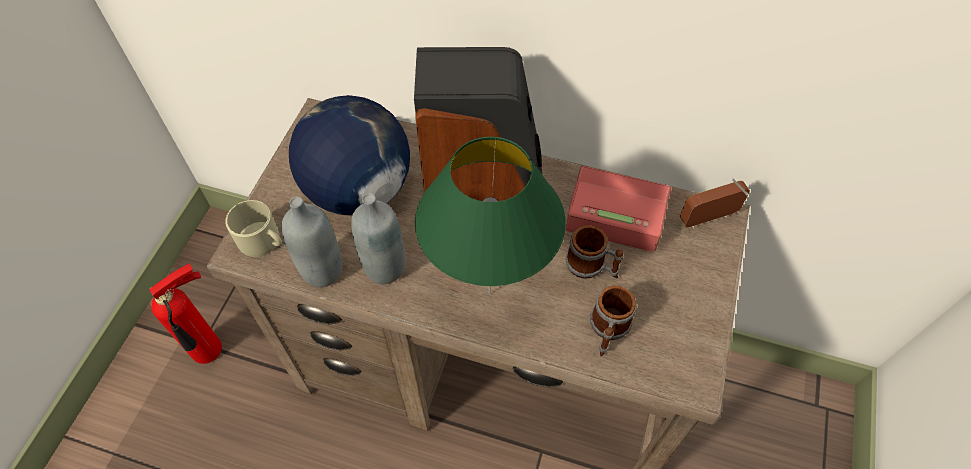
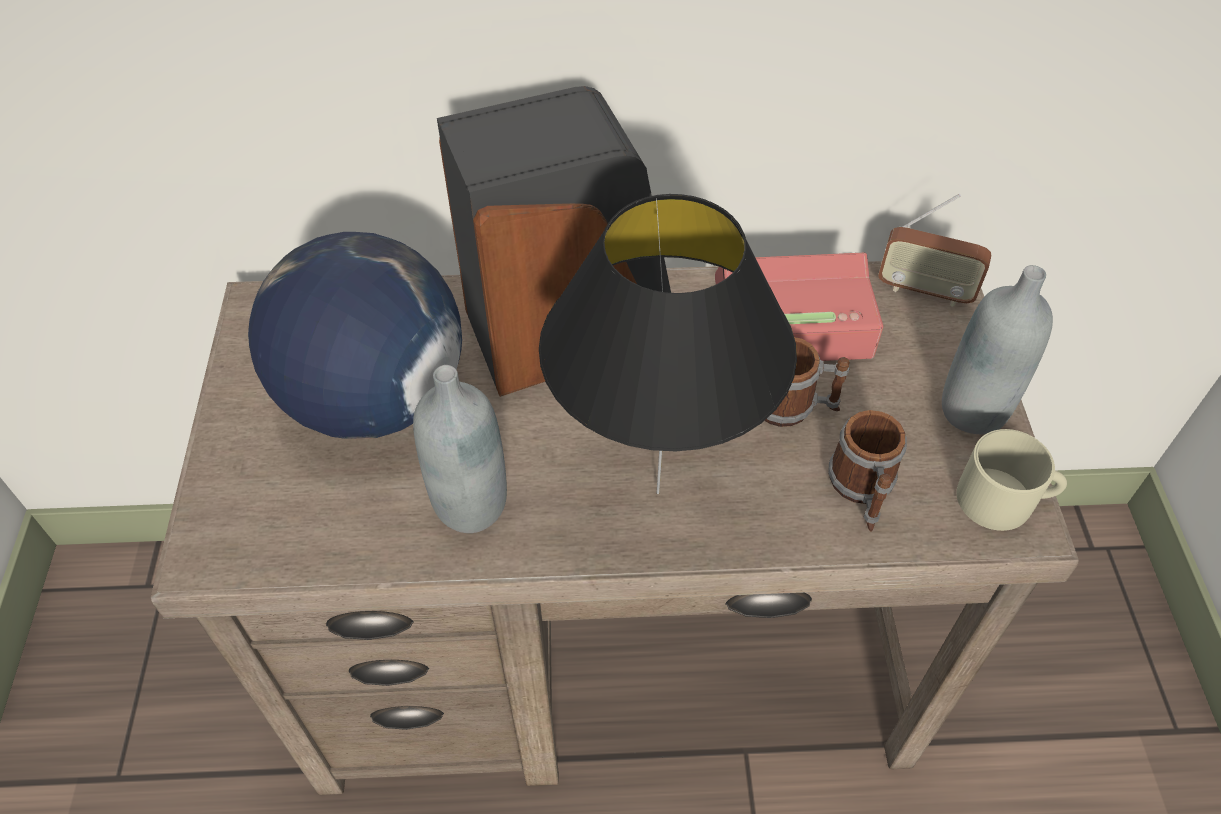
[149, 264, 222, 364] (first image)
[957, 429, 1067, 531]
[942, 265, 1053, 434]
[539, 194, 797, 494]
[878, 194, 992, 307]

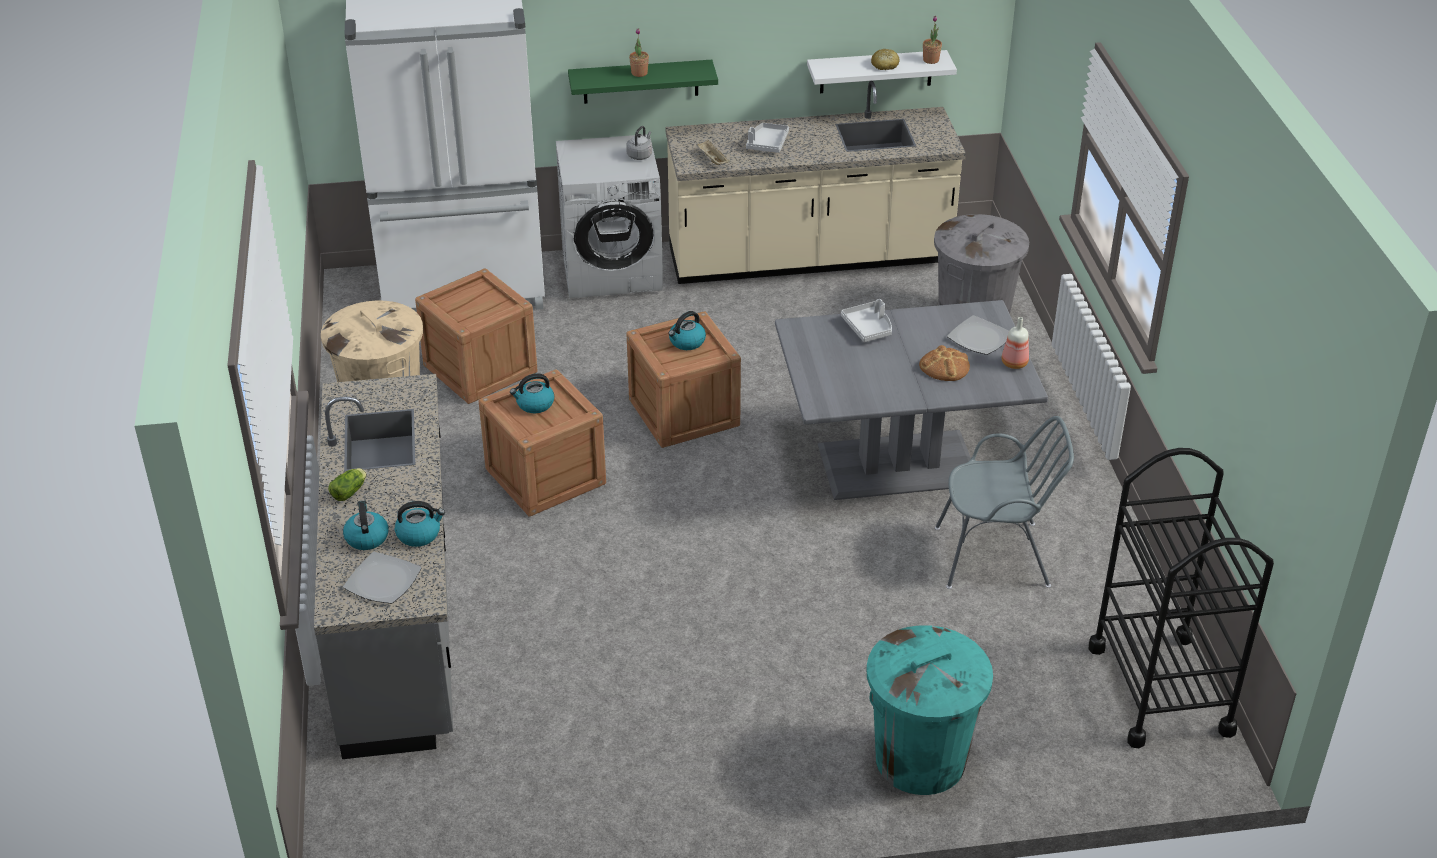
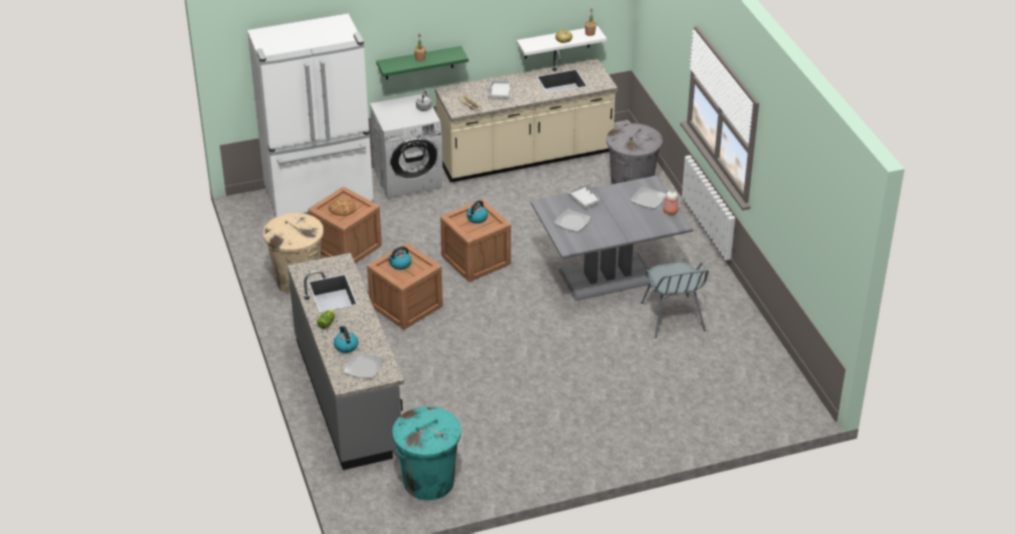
[395, 501, 445, 547] (first image)
[1089, 448, 1274, 748] (first image)
[554, 209, 591, 232]
[392, 406, 461, 500]
[328, 197, 356, 216]
[640, 262, 709, 341]

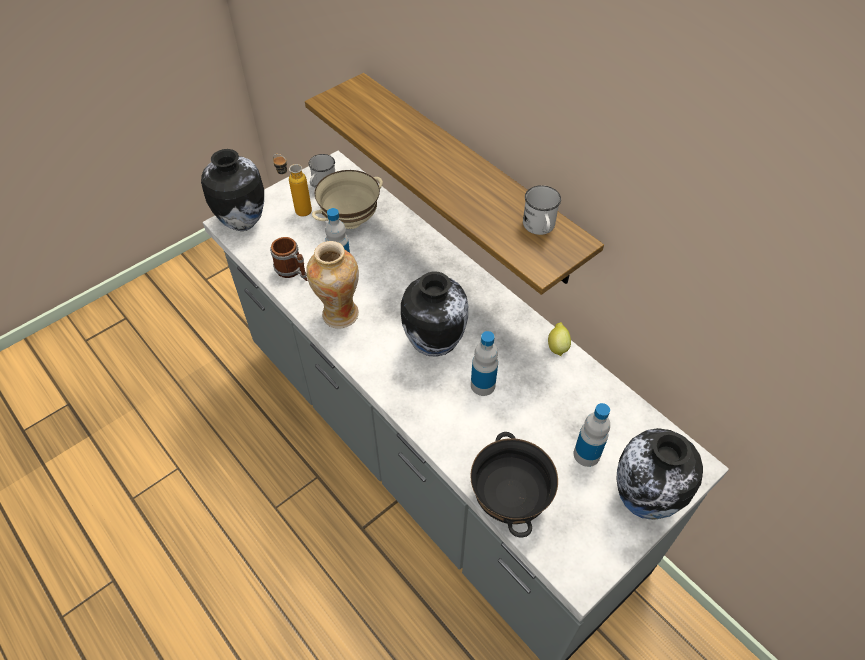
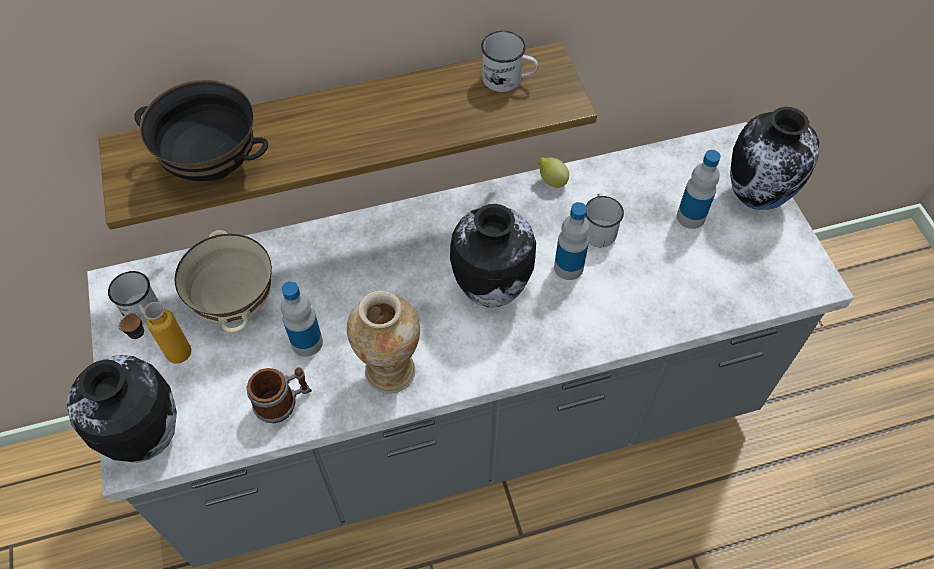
[585, 193, 624, 247]
[134, 80, 268, 181]

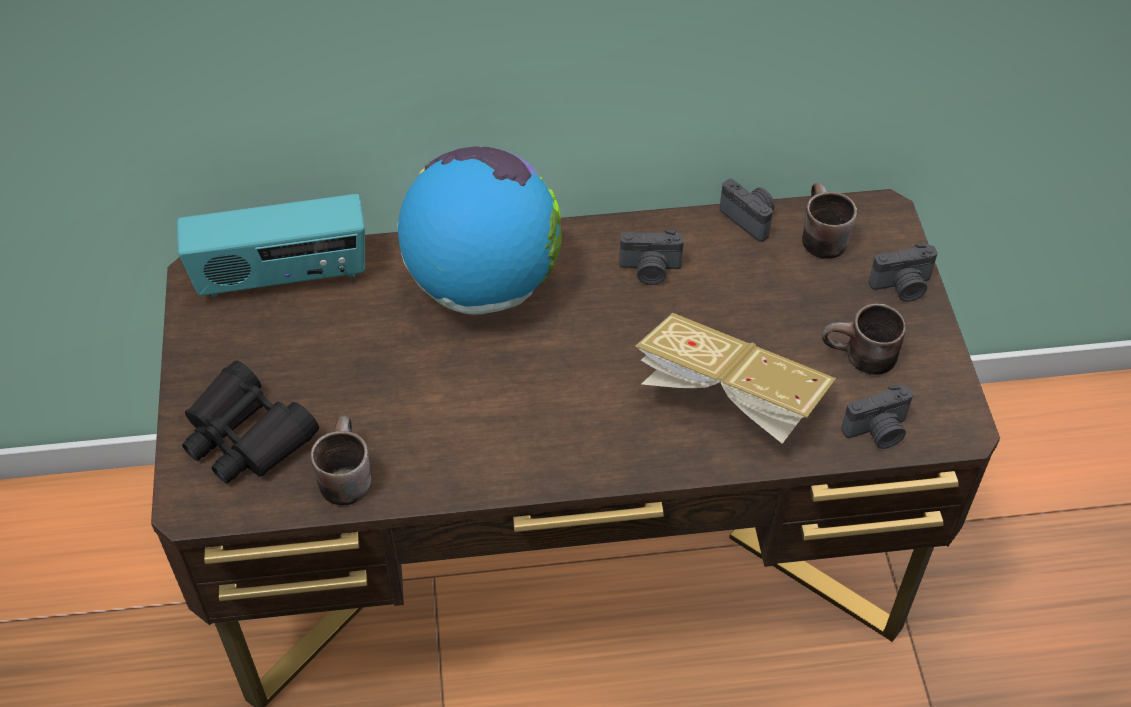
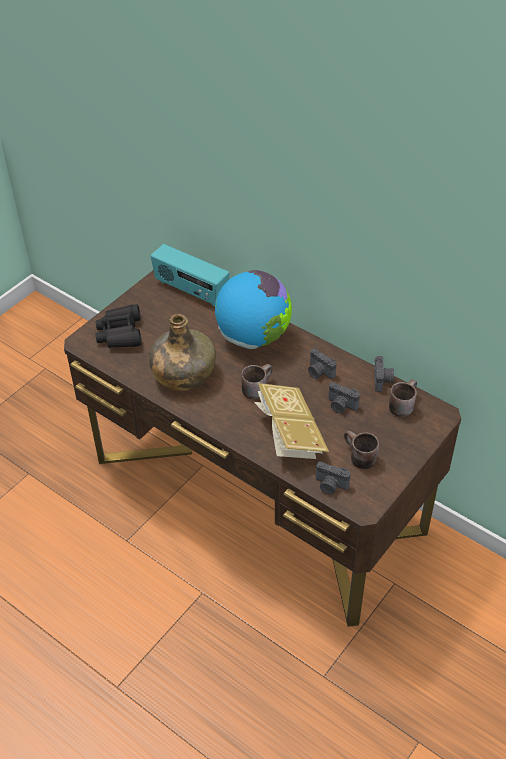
[148, 314, 216, 391]
[241, 364, 273, 400]
[328, 382, 360, 413]

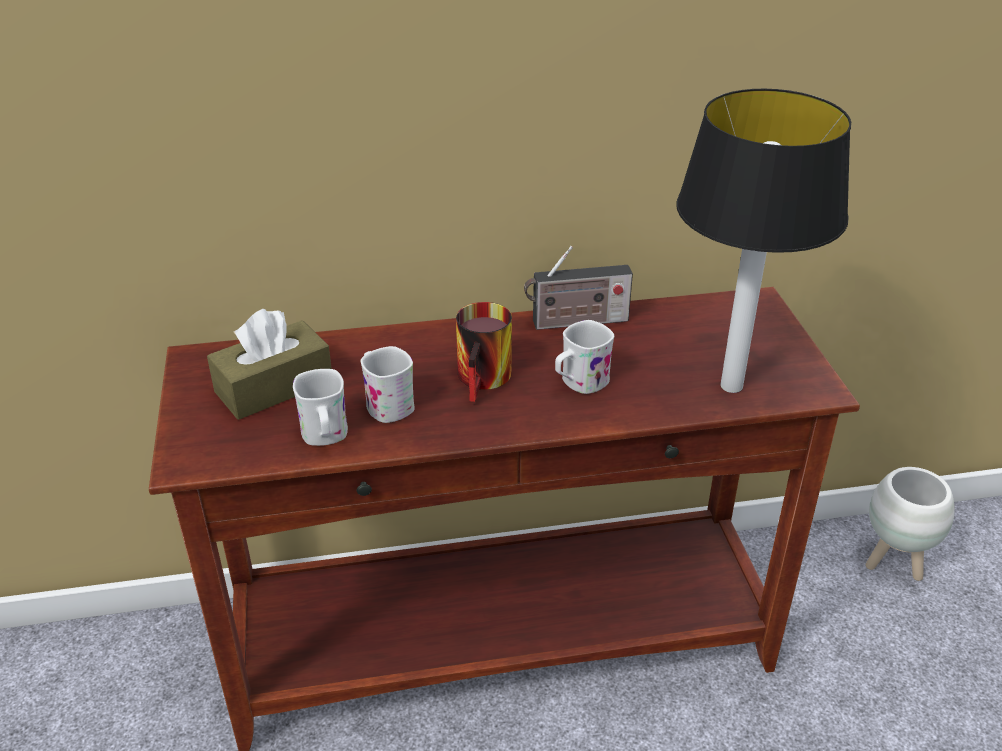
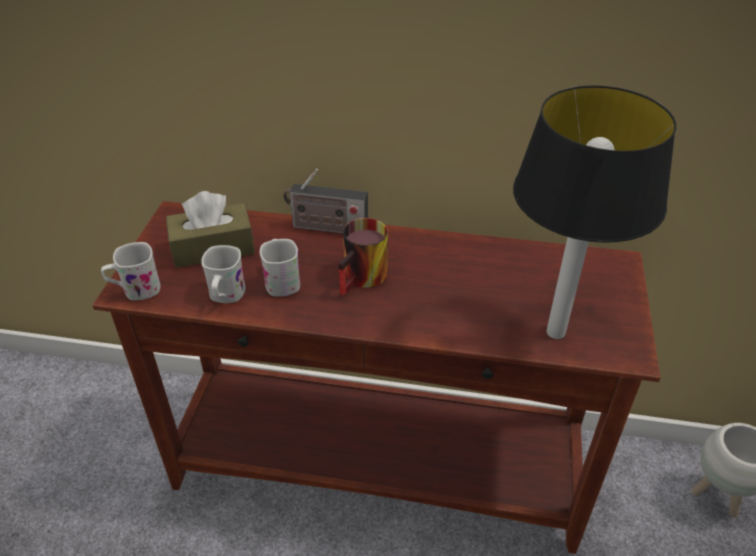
[283, 169, 368, 233]
[101, 242, 161, 300]

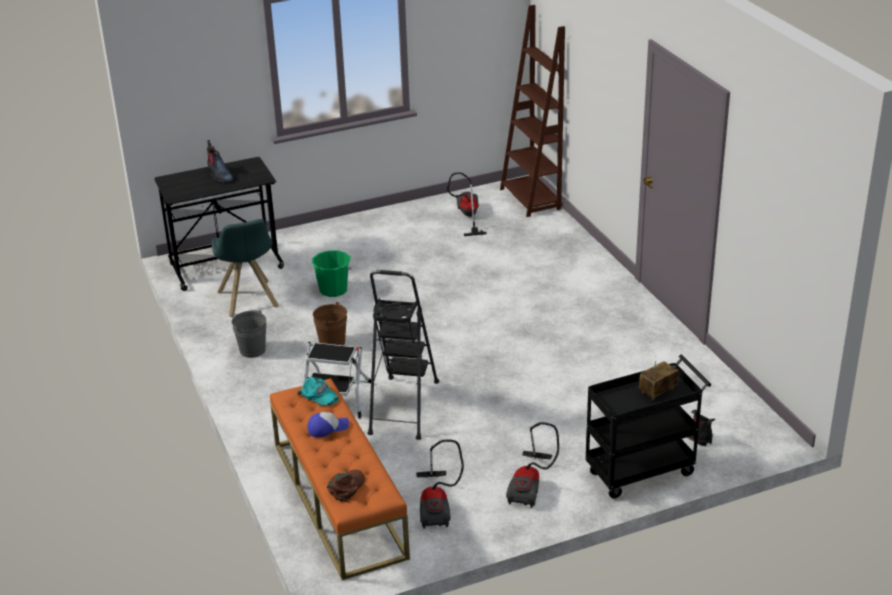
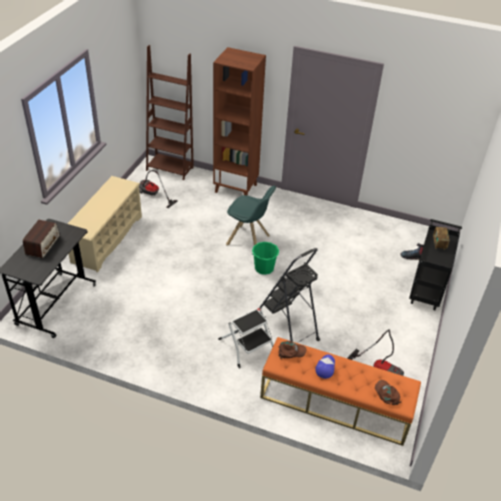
[231, 310, 267, 358] (first image)
[313, 302, 347, 346] (first image)
[506, 422, 559, 507] (first image)
[68, 176, 142, 273]
[213, 47, 266, 196]
[226, 185, 276, 245]
[251, 242, 279, 275]
[23, 220, 60, 258]
[279, 341, 307, 359]

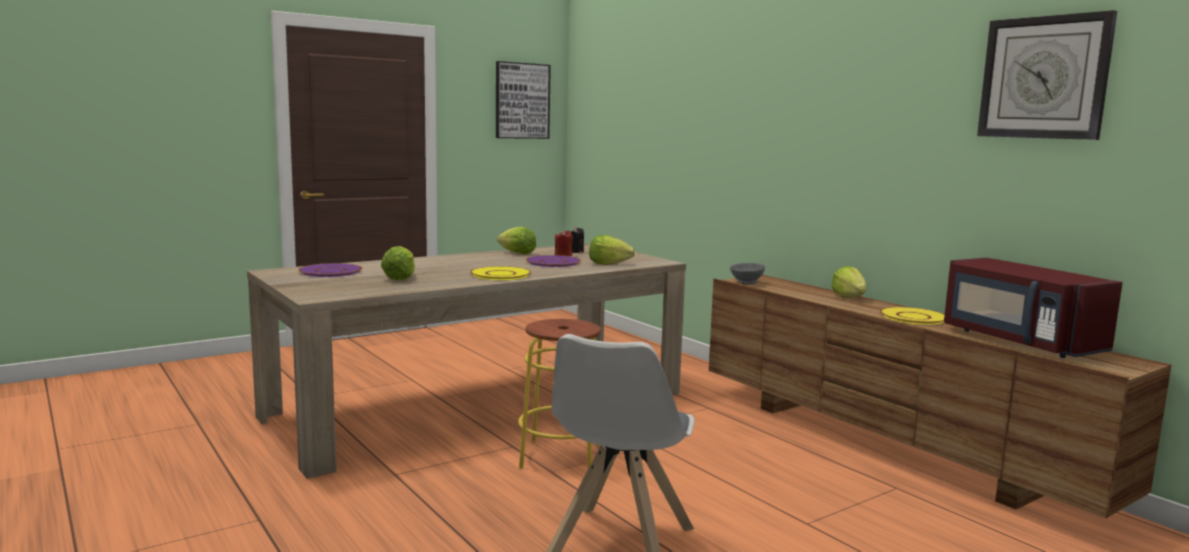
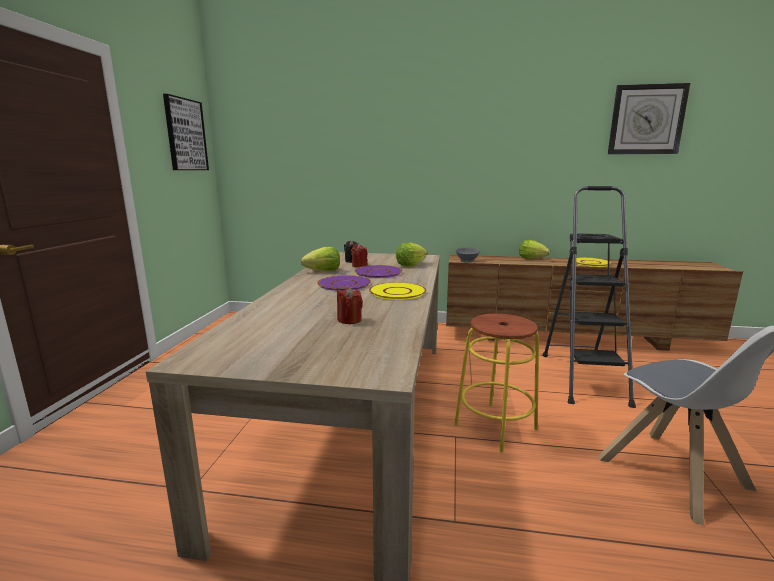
[944, 258, 1123, 358] (first image)
[542, 186, 636, 408]
[317, 275, 371, 291]
[337, 287, 363, 324]

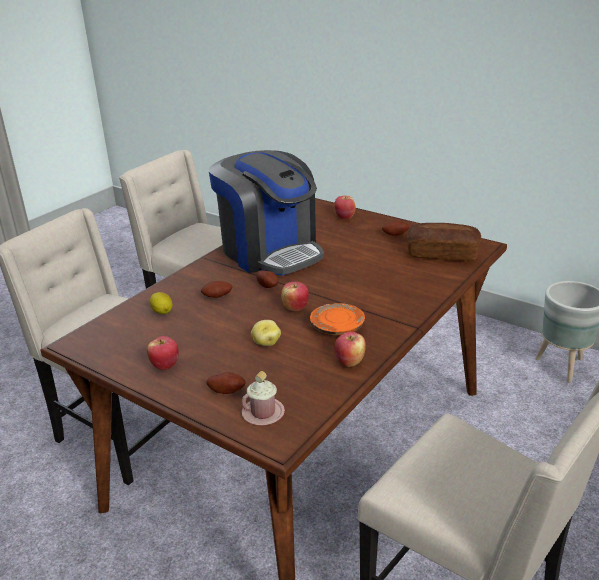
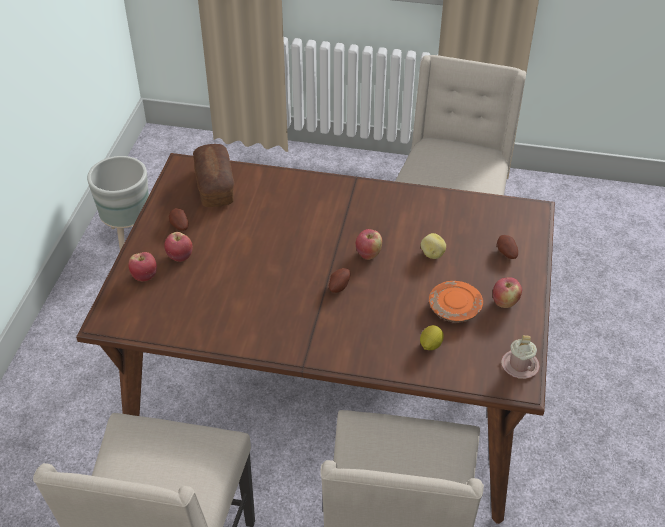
[201, 281, 233, 298] (first image)
[209, 150, 324, 276] (first image)
[501, 335, 540, 379]
[429, 281, 483, 323]
[164, 232, 193, 262]

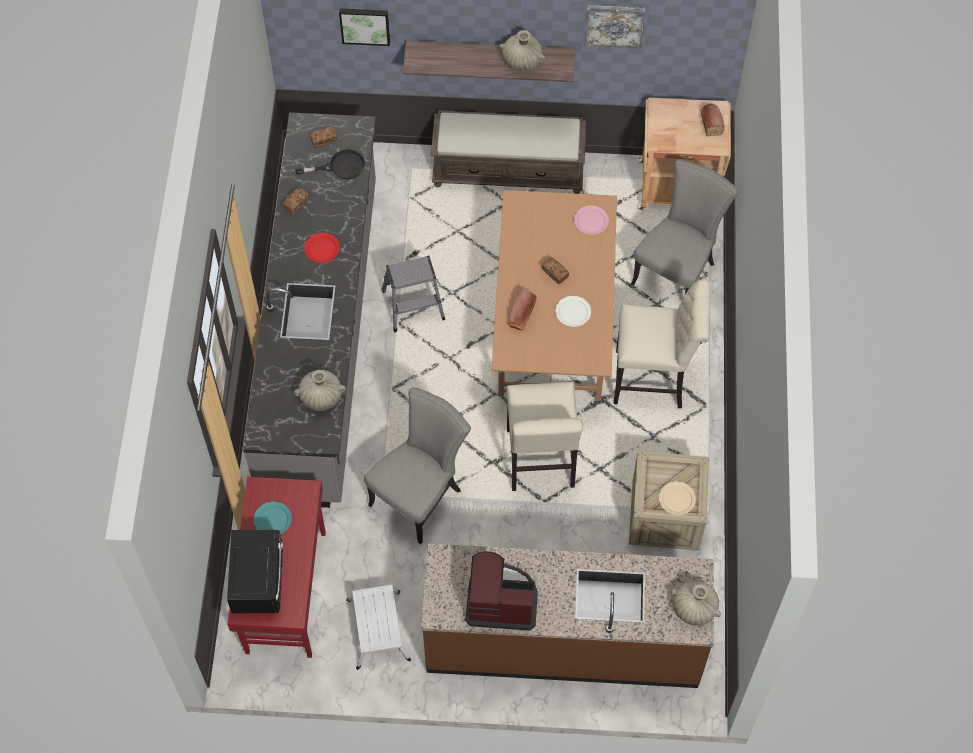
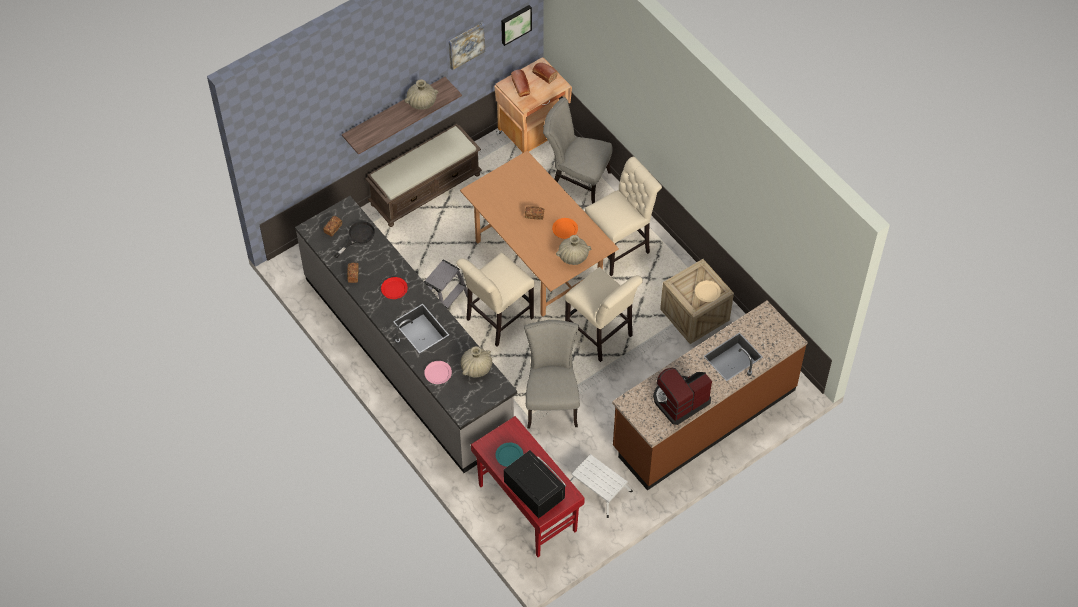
[456, 252, 535, 346]
[501, 5, 532, 46]
[511, 70, 530, 97]
[424, 361, 452, 384]
[556, 235, 591, 265]
[552, 218, 578, 239]
[543, 97, 613, 204]

